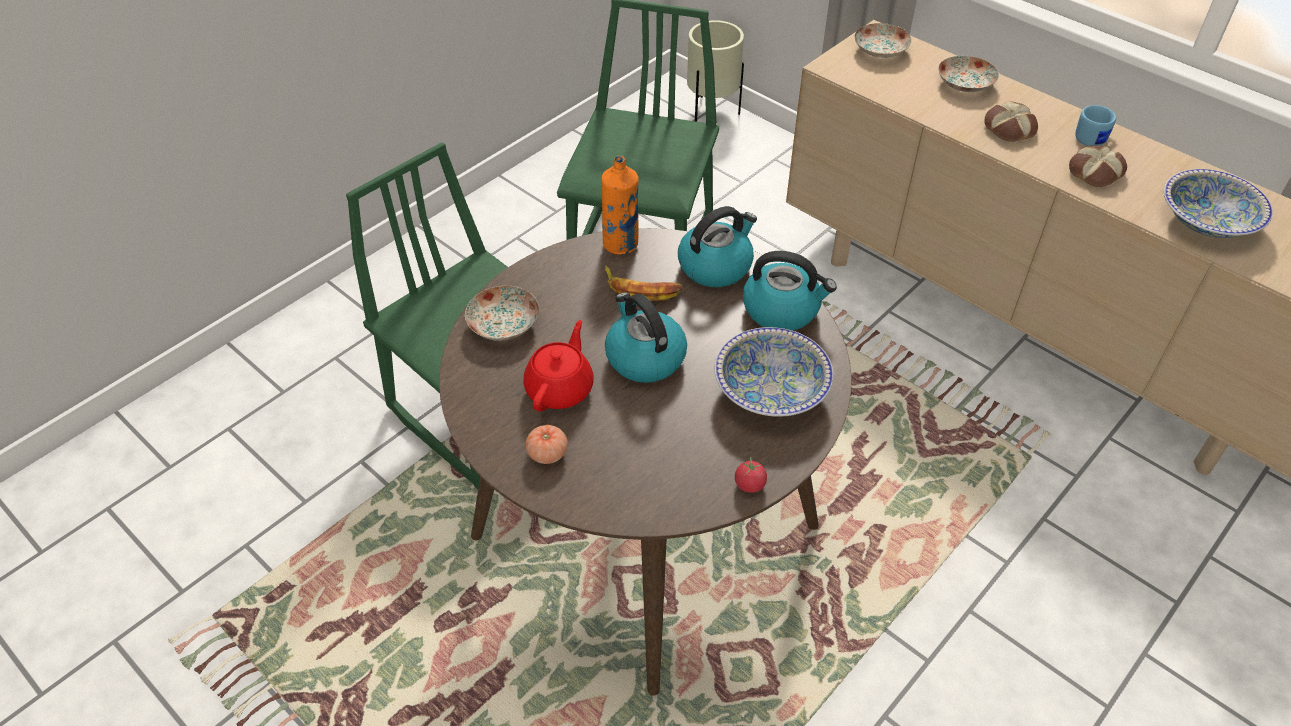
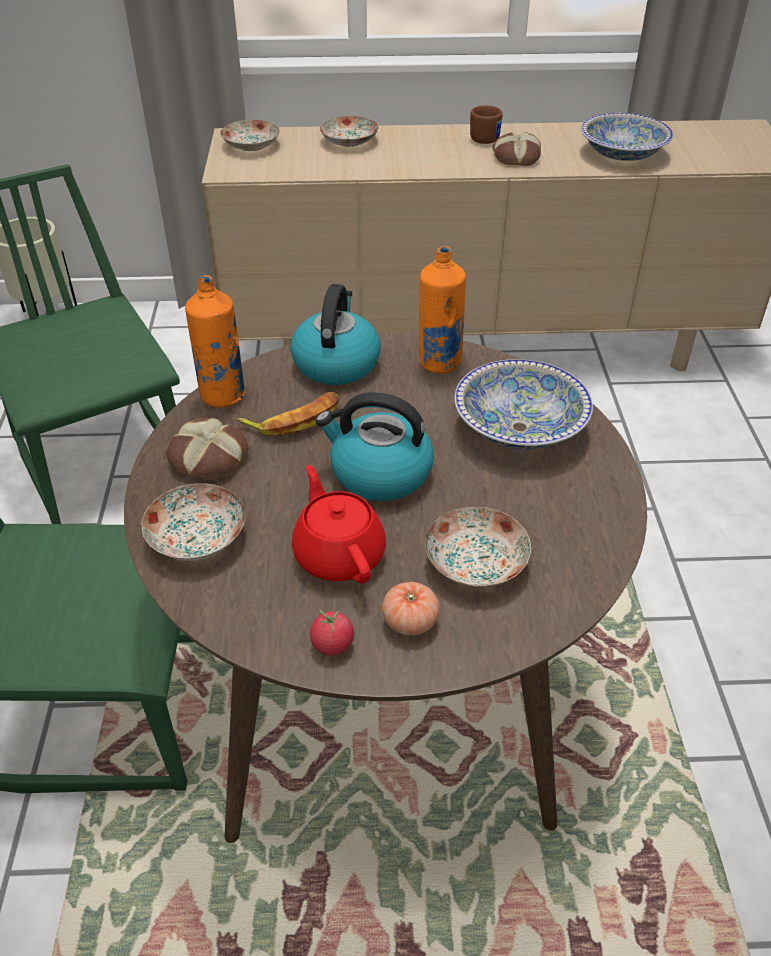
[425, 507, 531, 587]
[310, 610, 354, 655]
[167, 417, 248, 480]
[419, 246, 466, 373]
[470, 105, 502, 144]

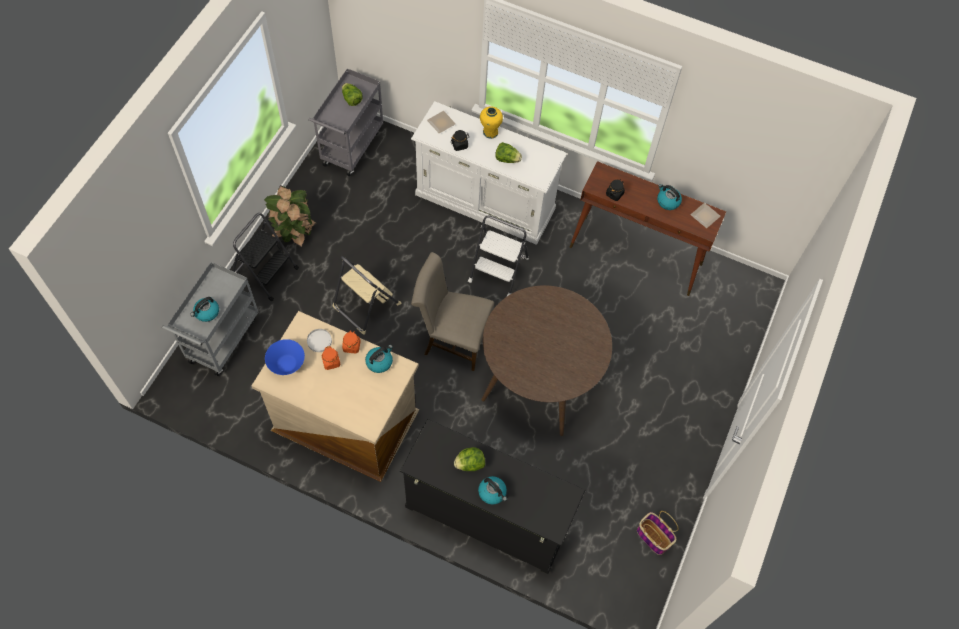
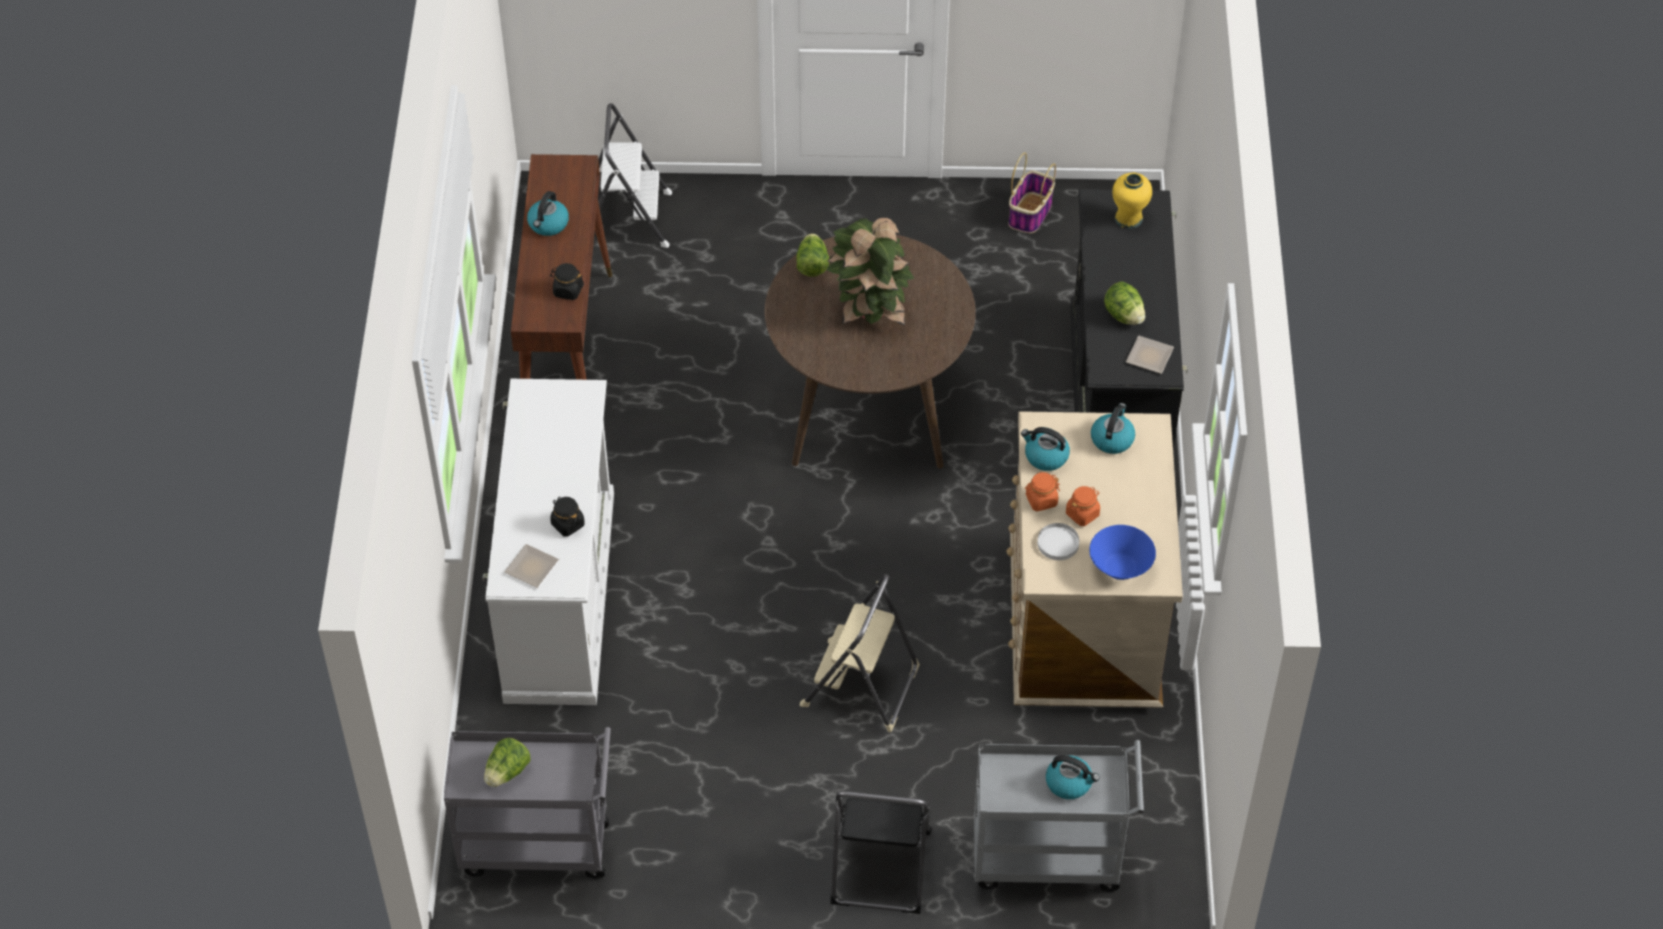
[411, 252, 494, 371] (first image)
[826, 218, 915, 325]
[598, 103, 672, 248]
[1091, 403, 1135, 454]
[1112, 173, 1152, 229]
[797, 233, 829, 277]
[1126, 336, 1174, 374]

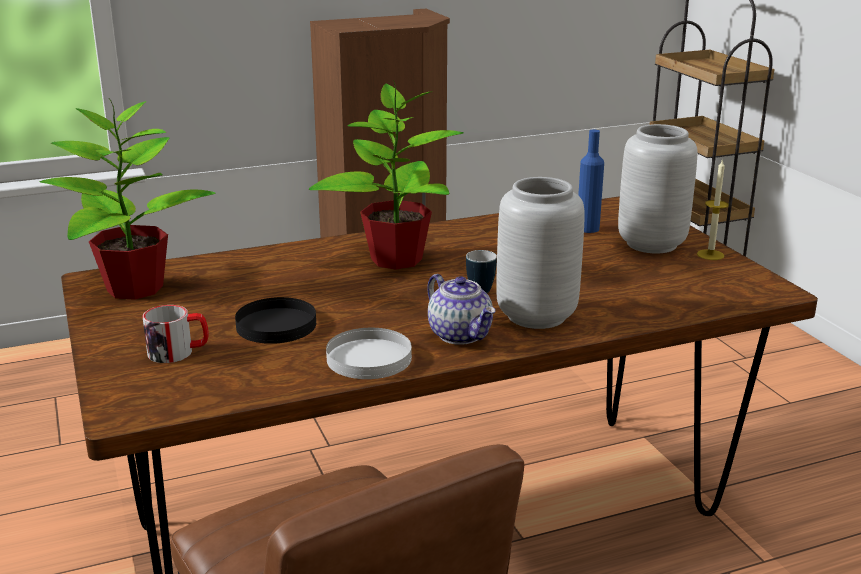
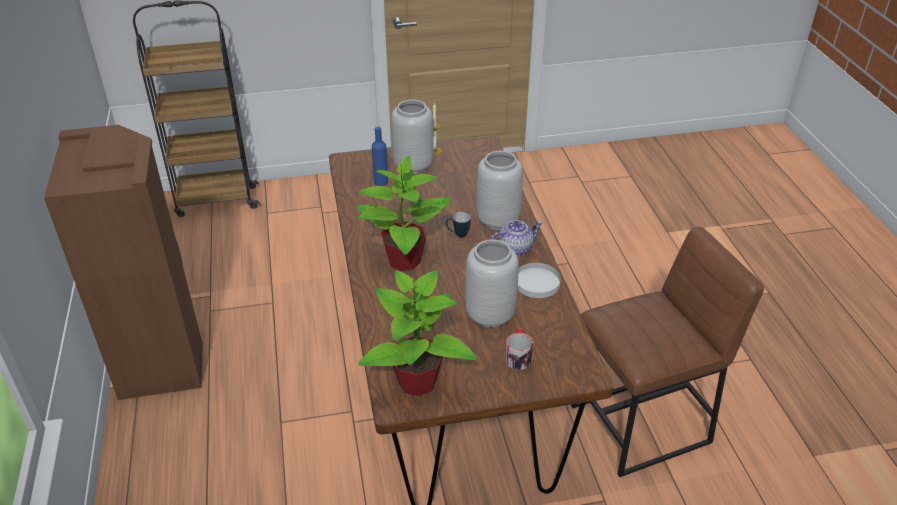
[465, 239, 519, 327]

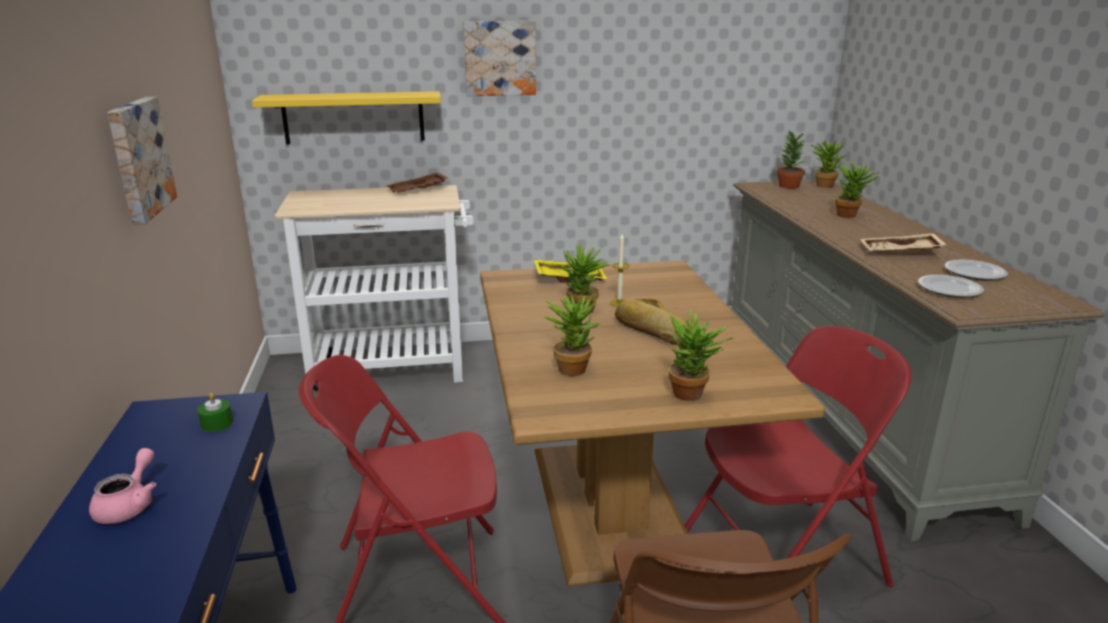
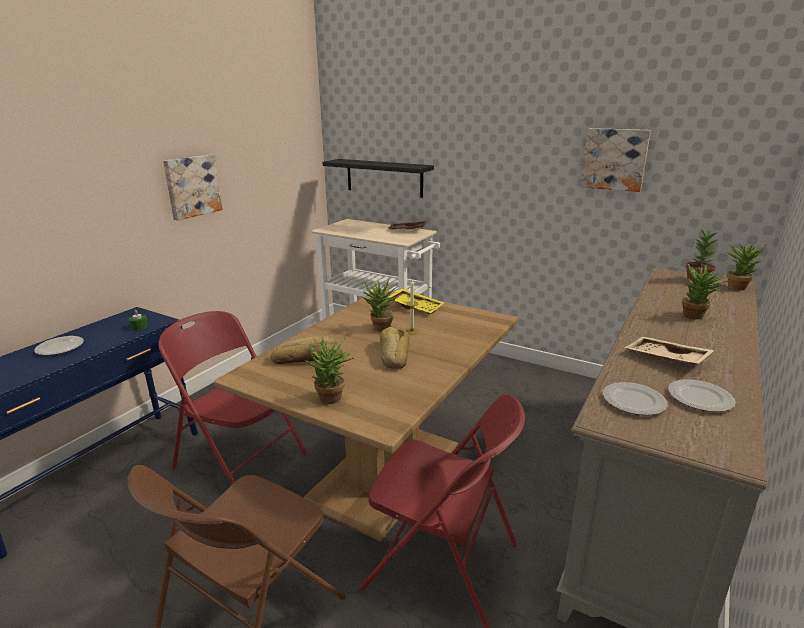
[580, 128, 651, 192]
[34, 336, 84, 355]
[271, 335, 342, 364]
[322, 159, 434, 198]

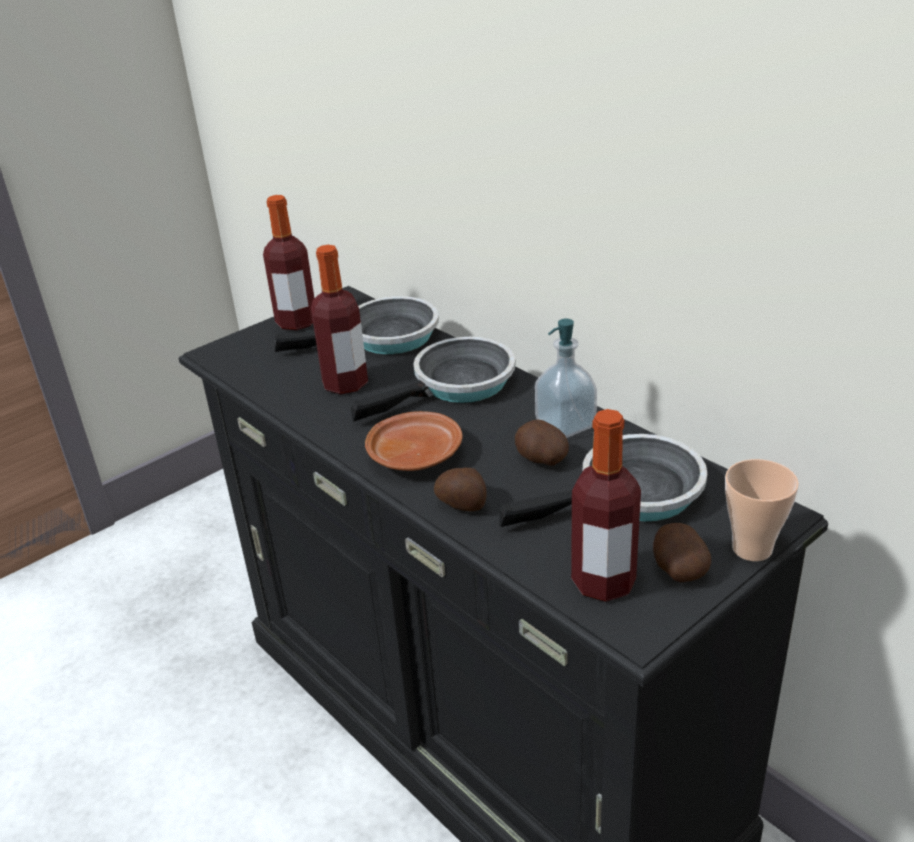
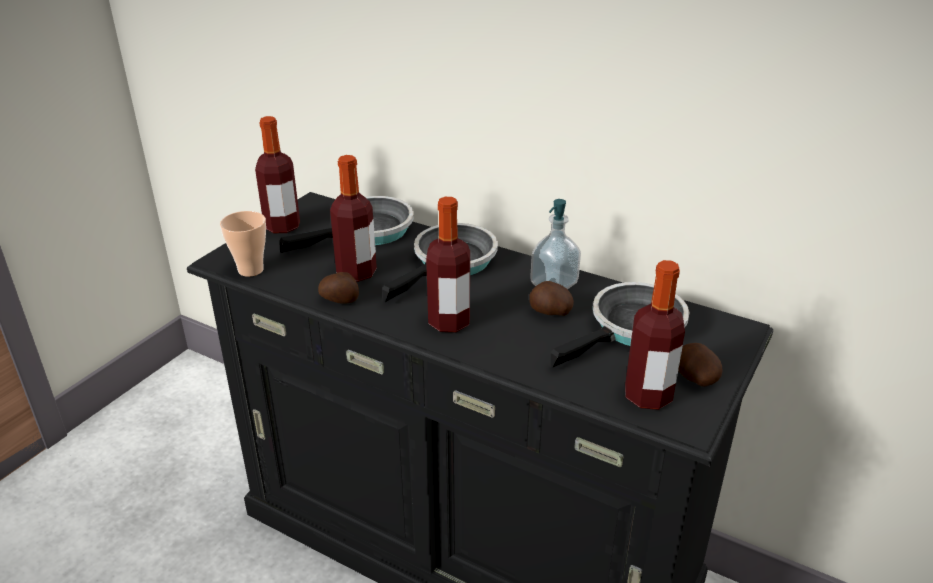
[318, 272, 359, 304]
[220, 211, 266, 277]
[426, 197, 470, 332]

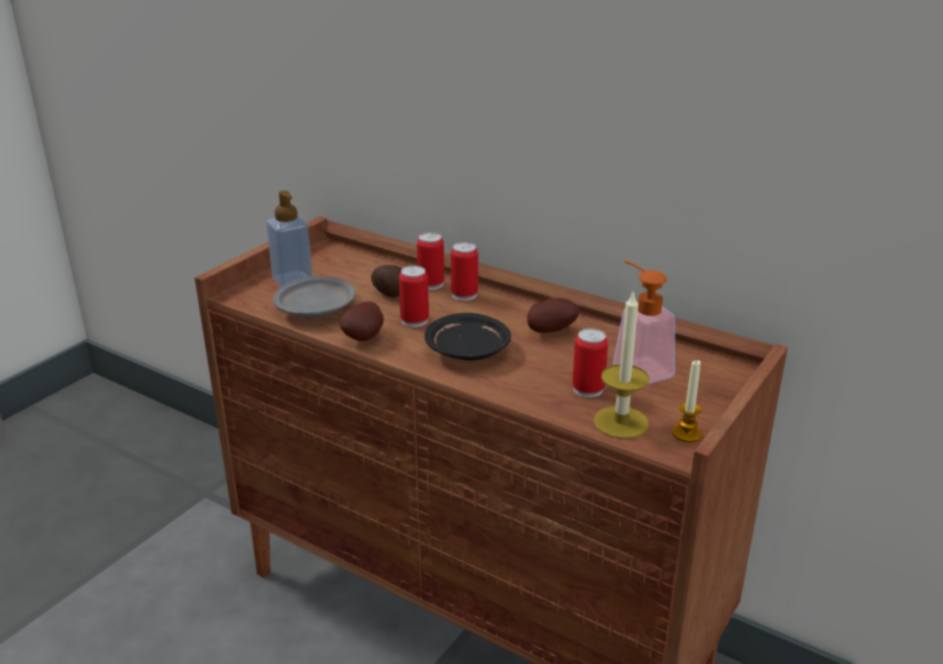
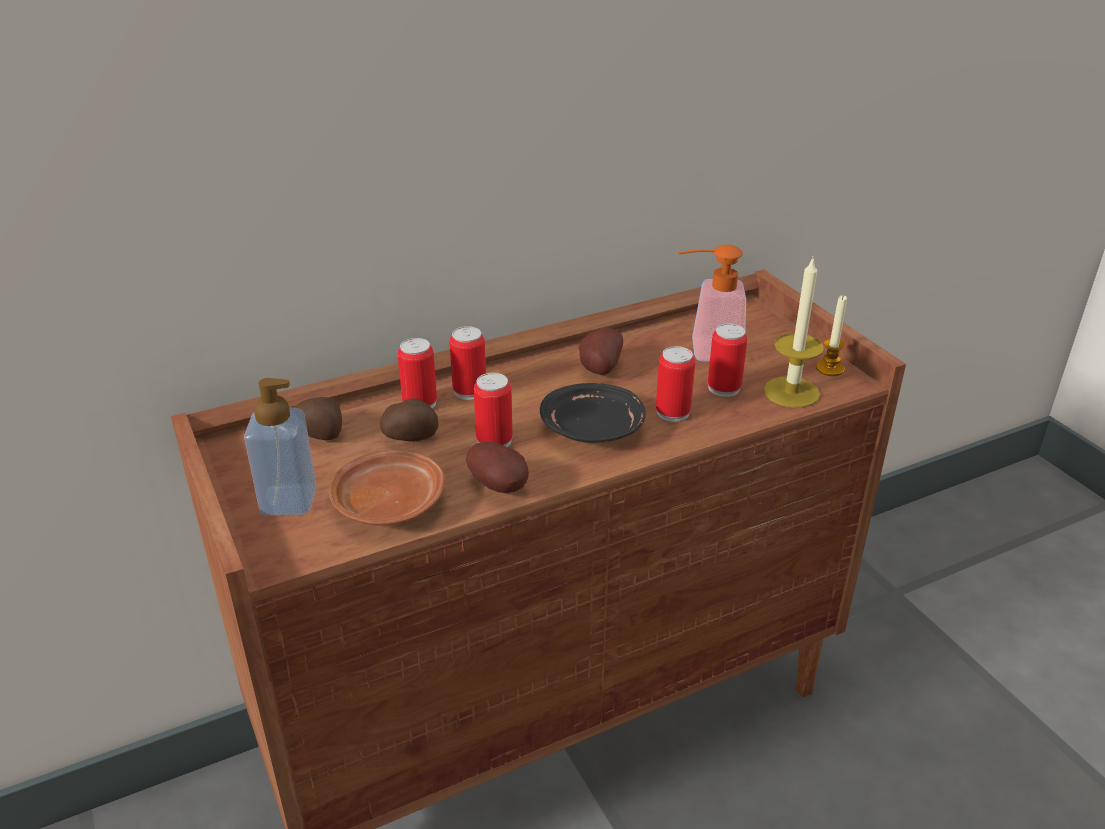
[294, 397, 342, 440]
[656, 346, 695, 422]
[329, 449, 445, 525]

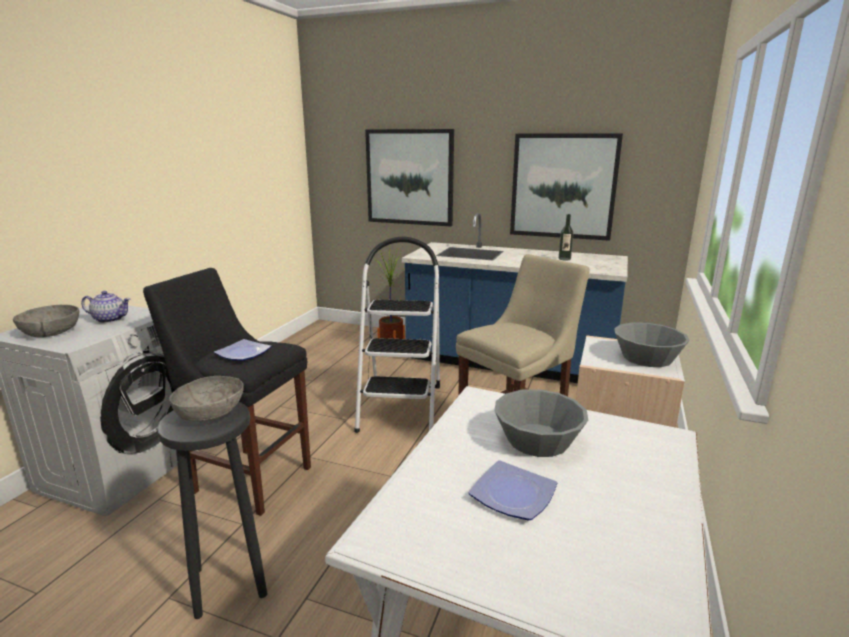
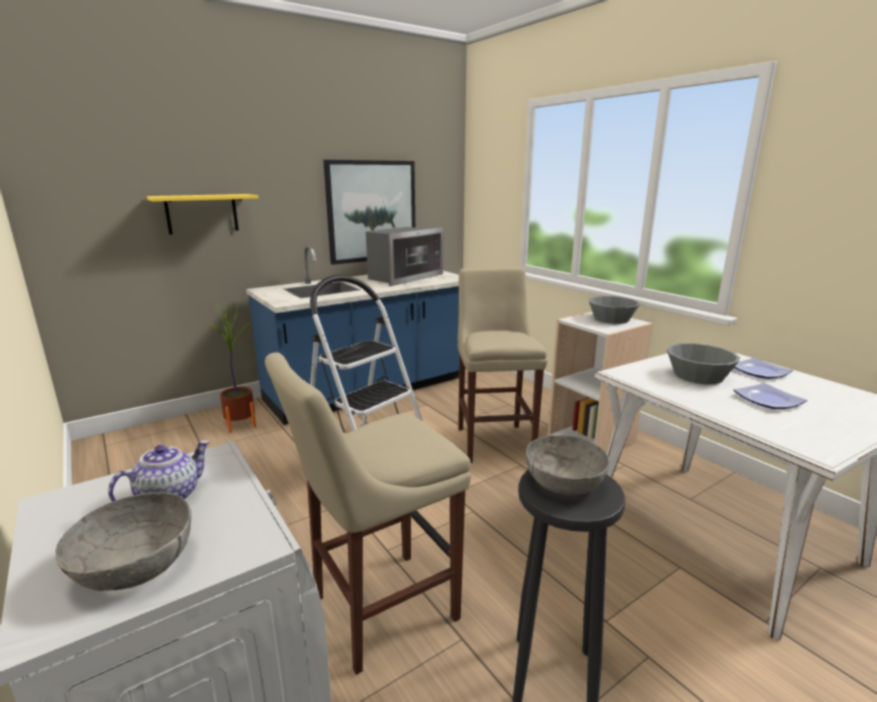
[734, 358, 793, 379]
[147, 194, 259, 235]
[366, 227, 443, 286]
[265, 352, 471, 675]

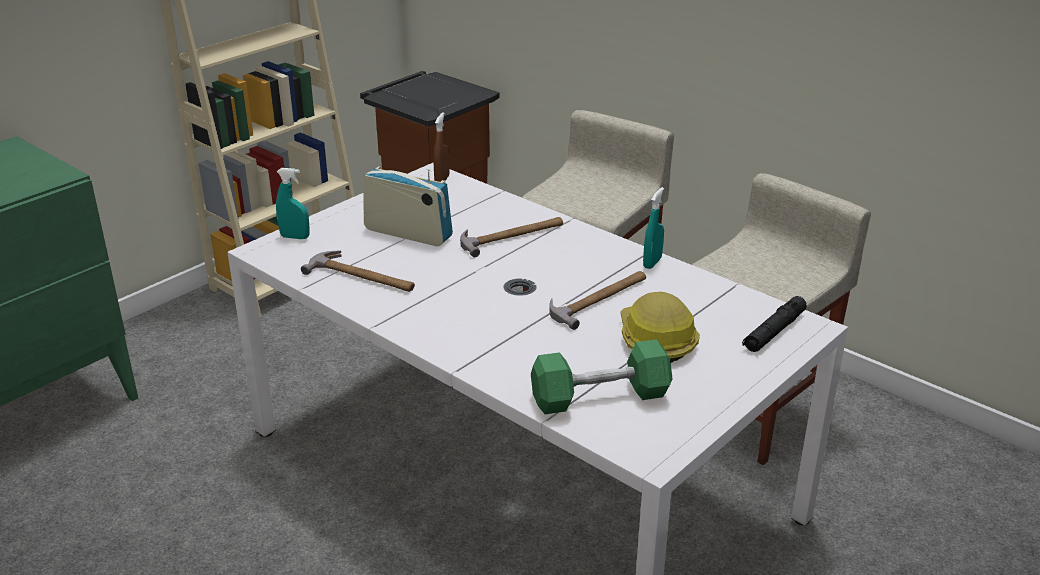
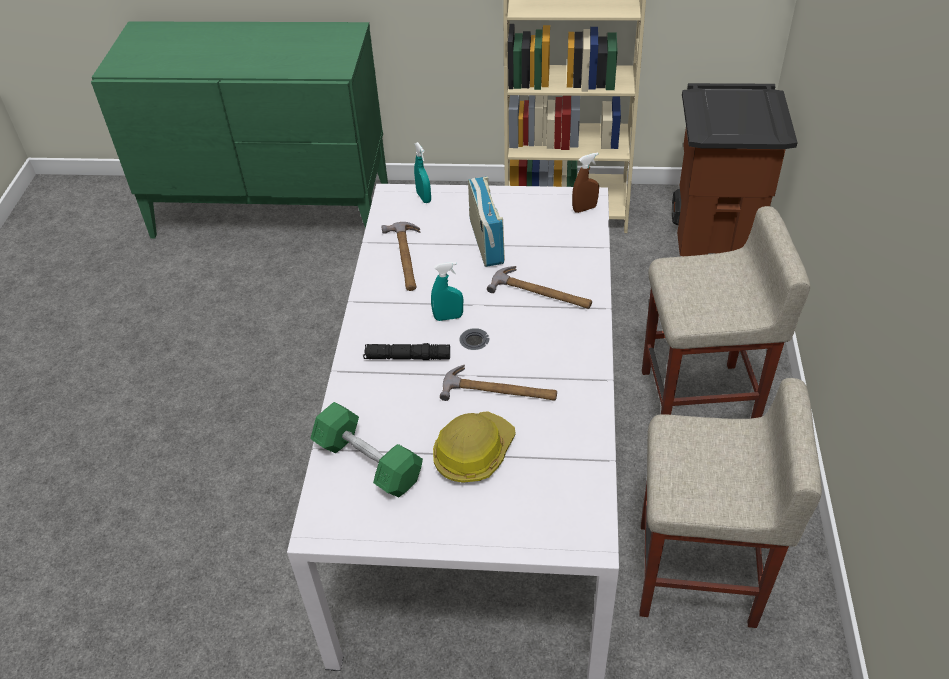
[431, 262, 463, 321]
[363, 343, 450, 360]

